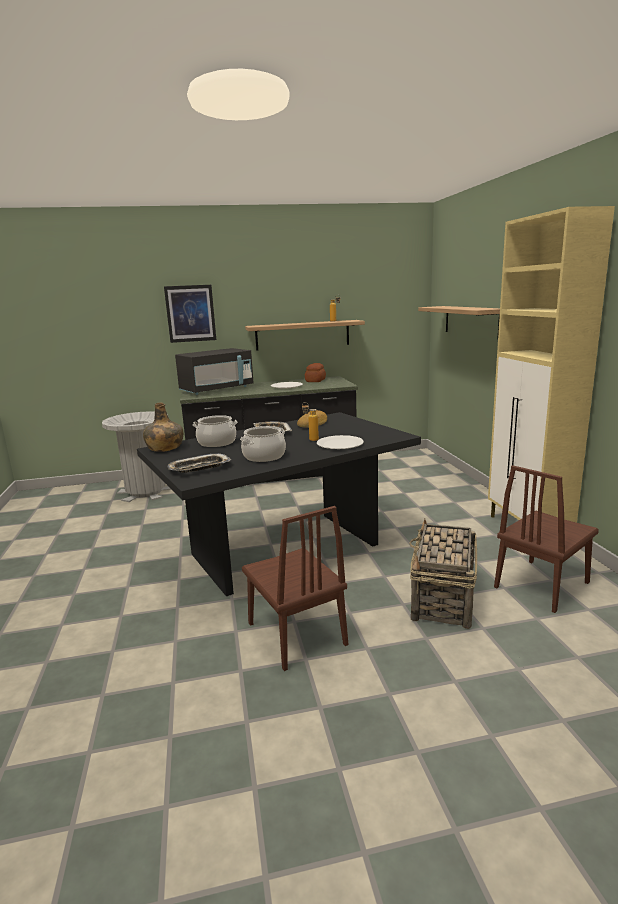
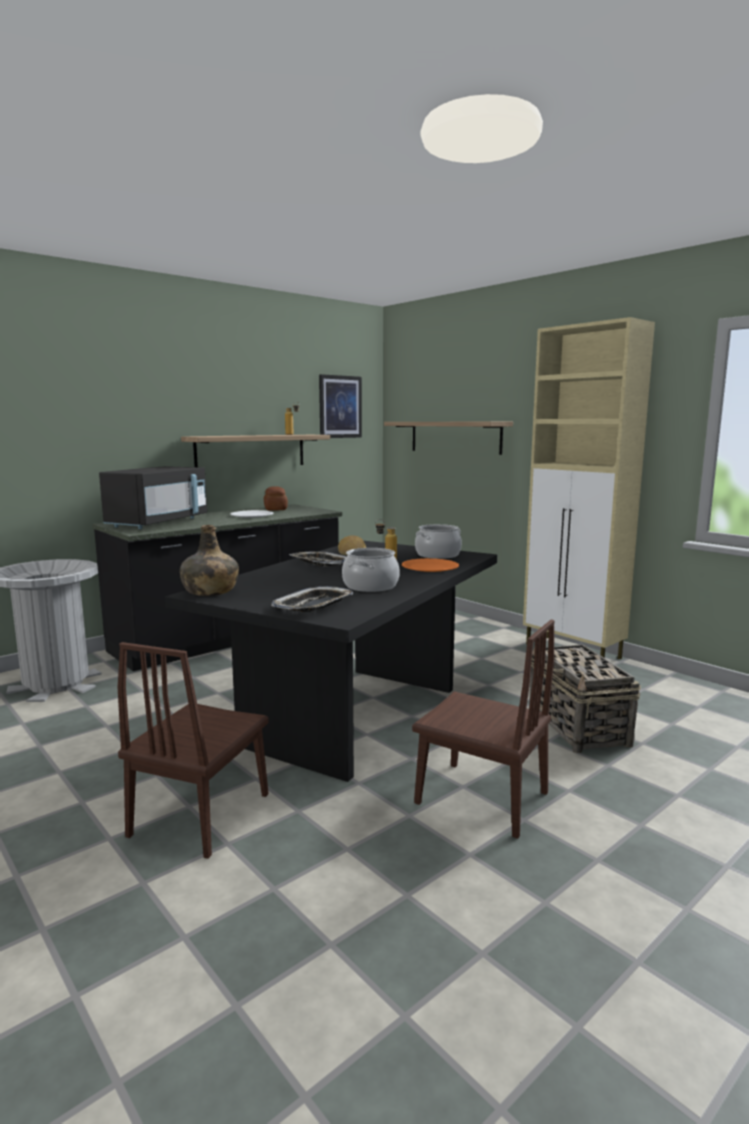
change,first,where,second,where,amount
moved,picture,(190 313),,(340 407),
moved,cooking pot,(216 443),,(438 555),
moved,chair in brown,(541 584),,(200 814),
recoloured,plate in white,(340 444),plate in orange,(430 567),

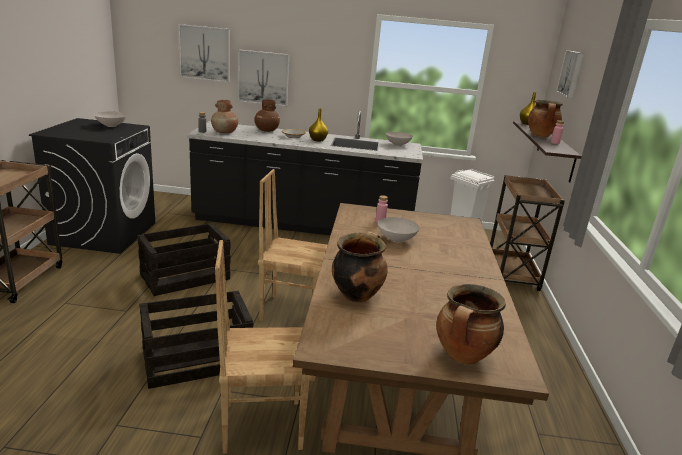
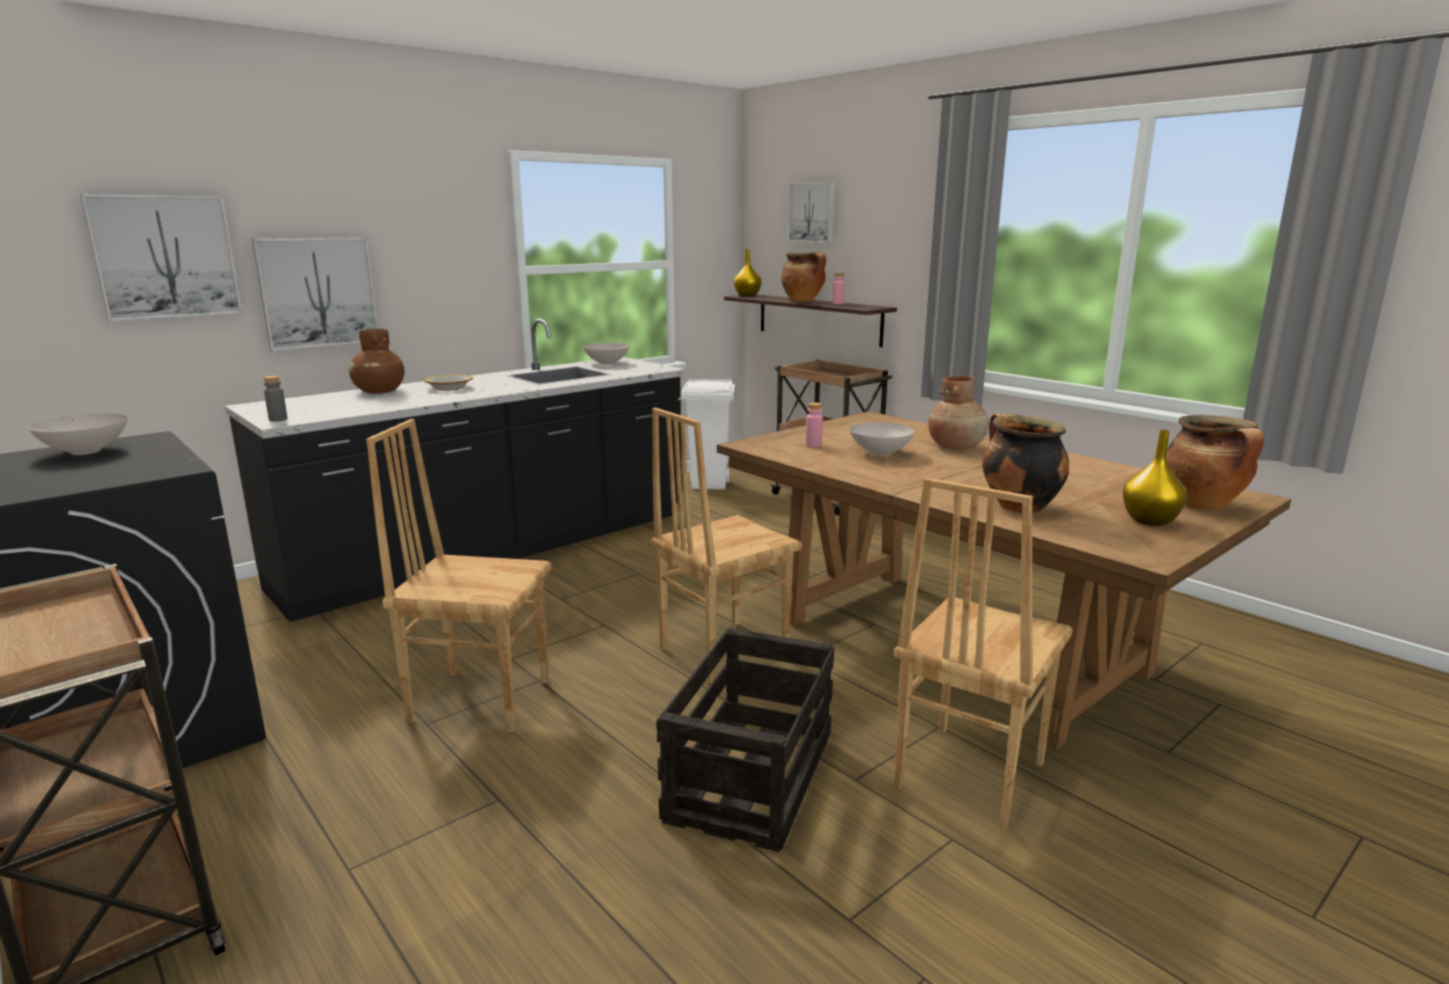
change,first,where,second,where,amount
moved,vase in brown,(224 132),,(956 447),
moved,vase in yellow,(318 140),,(1151 521),
replaced,crate,(186 277),chair in brown,(480 699),

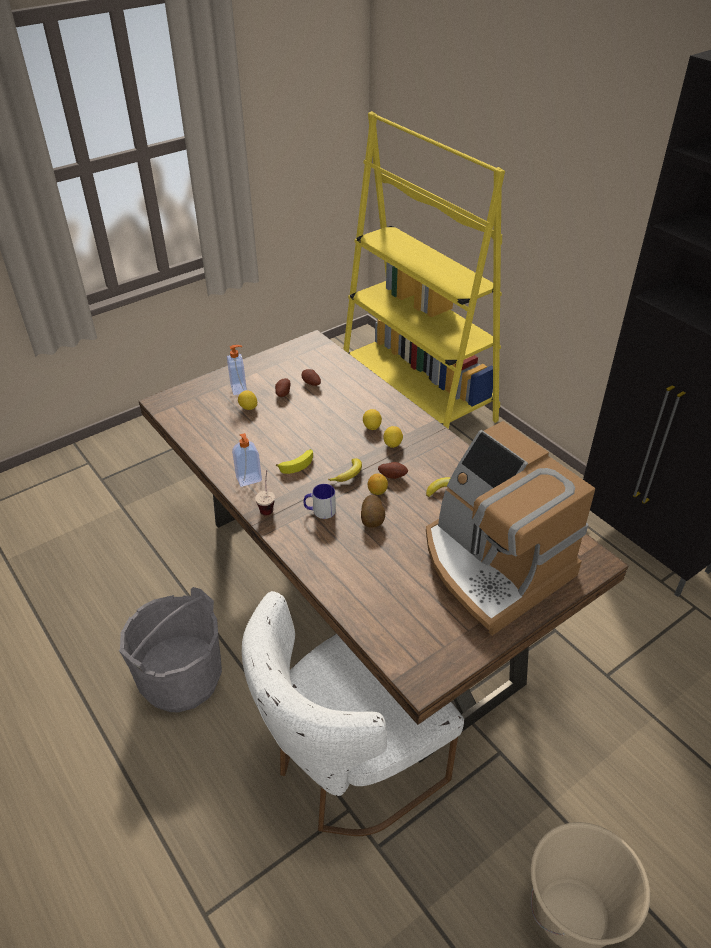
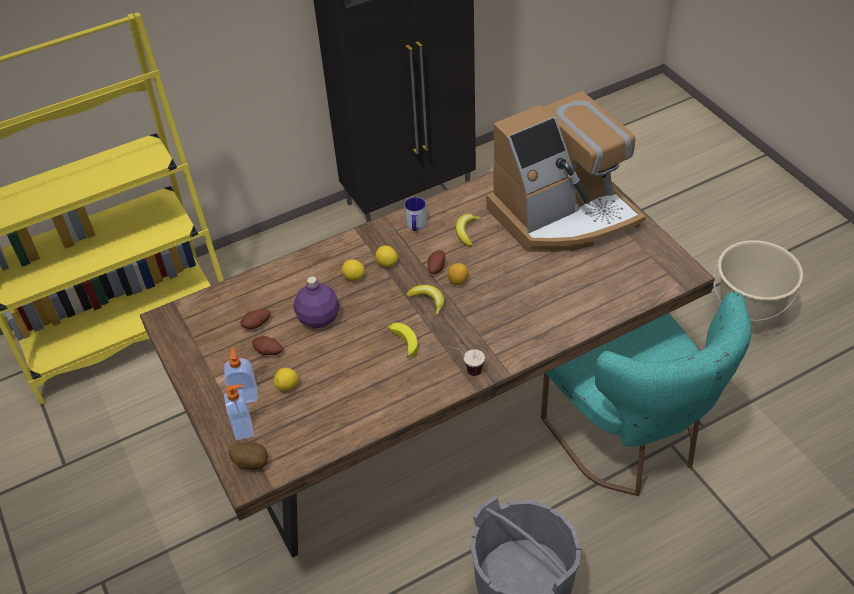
change,first,where,second,where,amount
added,,,bottle in purple,(318 317),
moved,soap dispenser,(249 480),,(244 428),
moved,mug,(320 511),,(416 226),
moved,potato,(373 521),,(252 463),
recoloured,chair in white,(349 768),chair in turquoise,(631 441),

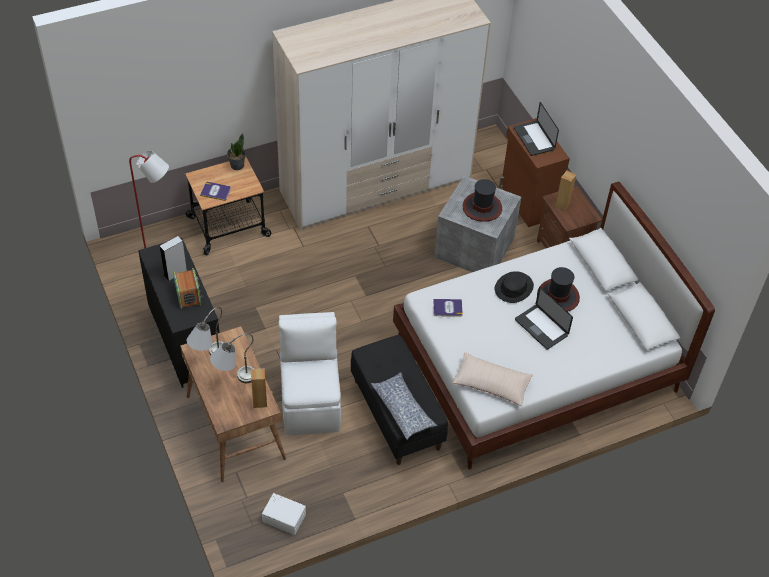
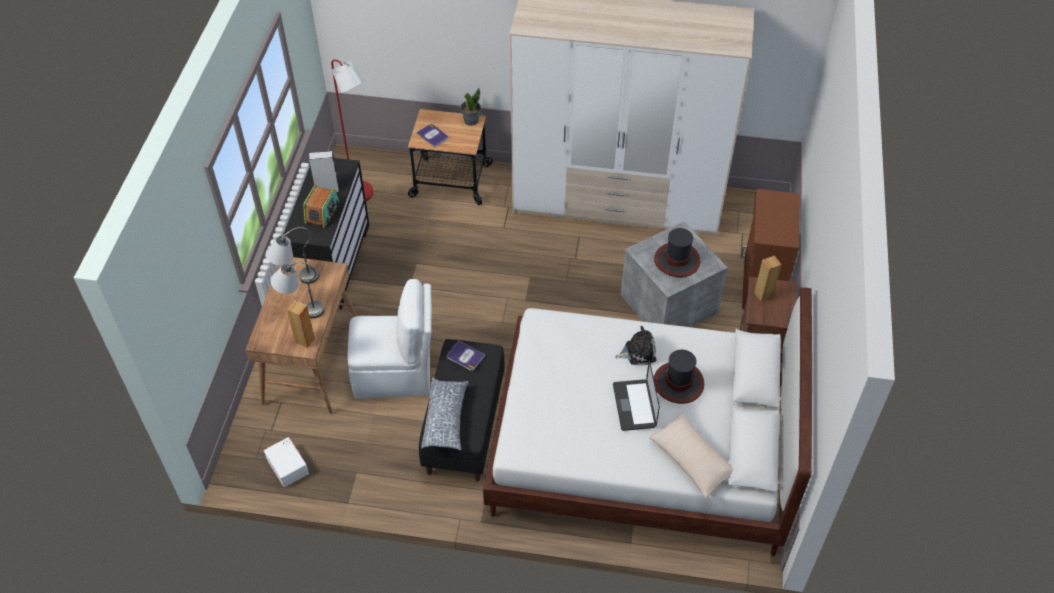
change,first,where,second,where,amount
removed,laptop,(534 139),,,
moved,book,(447 308),,(465 356),
moved,pillow in beige,(491 384),,(692 459),
replaced,hat in black,(513 288),plush toy,(638 352),
turned,chair in white,(310 402),,(395 374),60 degrees clockwise

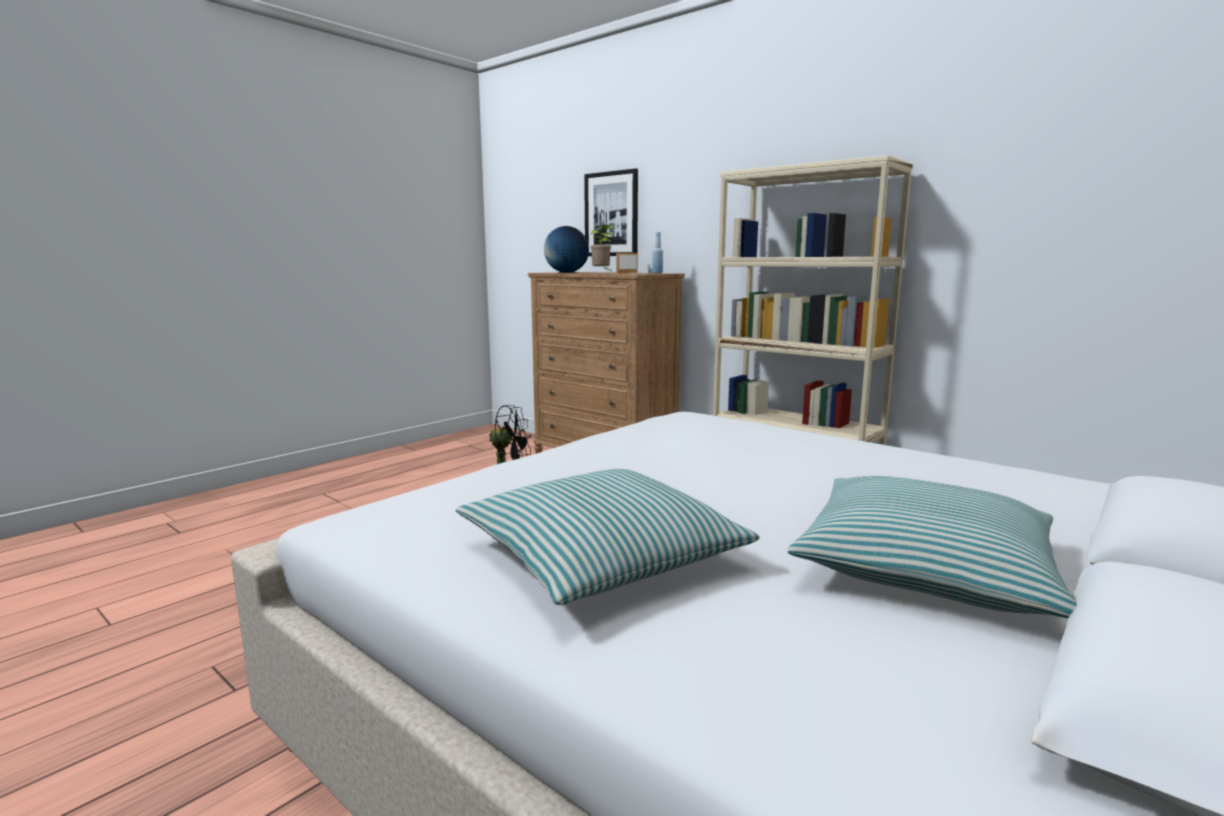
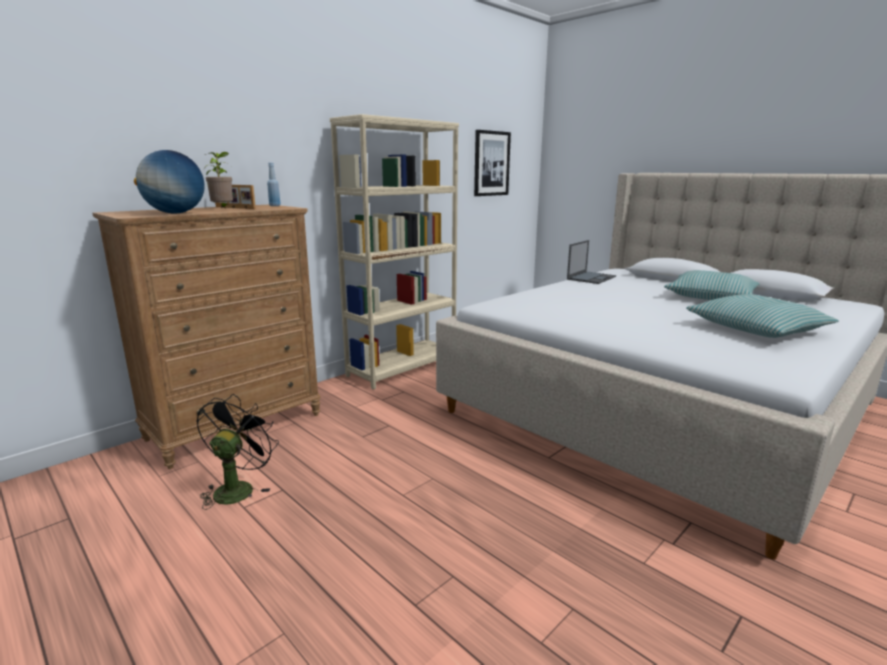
change,first,where,second,where,amount
added,,,laptop,(591 278),
moved,picture,(611 214),,(491 163),

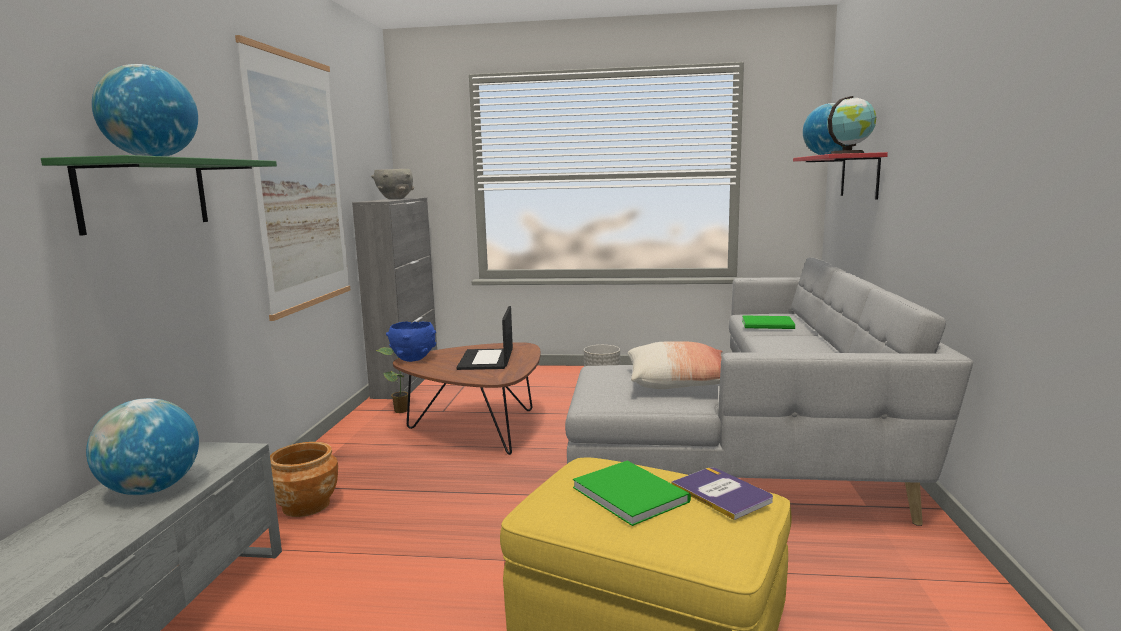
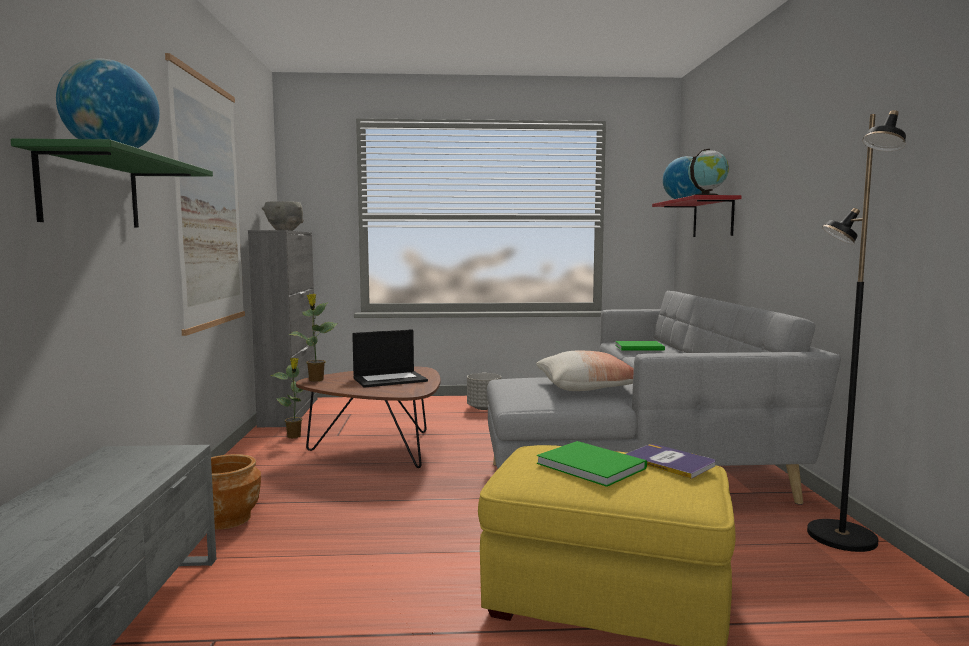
change,first,where,second,where,amount
removed,globe,(152 489),,,
added,,,floor lamp in black,(840 537),
replaced,bowl in blue,(413 359),potted plant,(316 380),
turned,laptop,(487 360),,(390 379),105 degrees counterclockwise

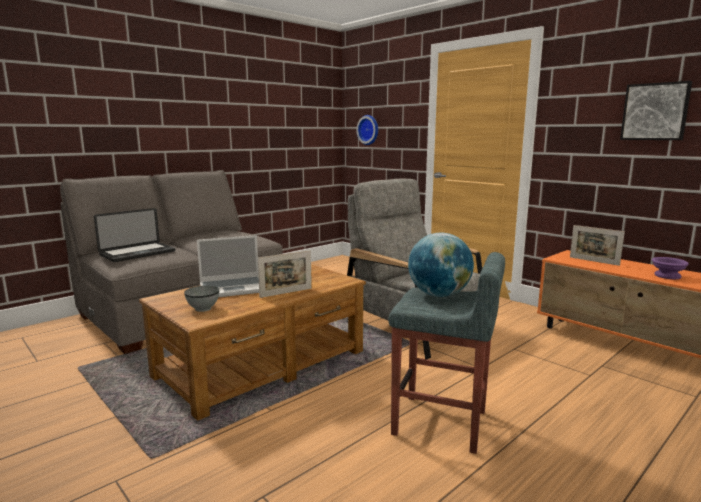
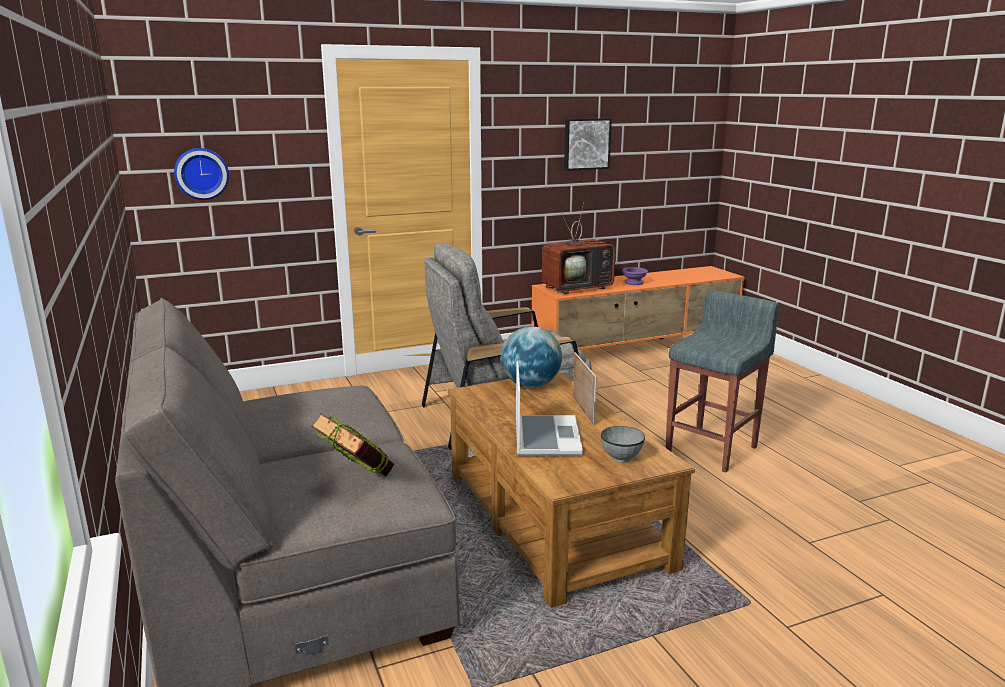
change,first,where,second,where,amount
moved,globe,(439 295),,(531 385),
replaced,laptop,(138 253),book,(356 481),
replaced,picture frame,(594 261),television,(578 287),

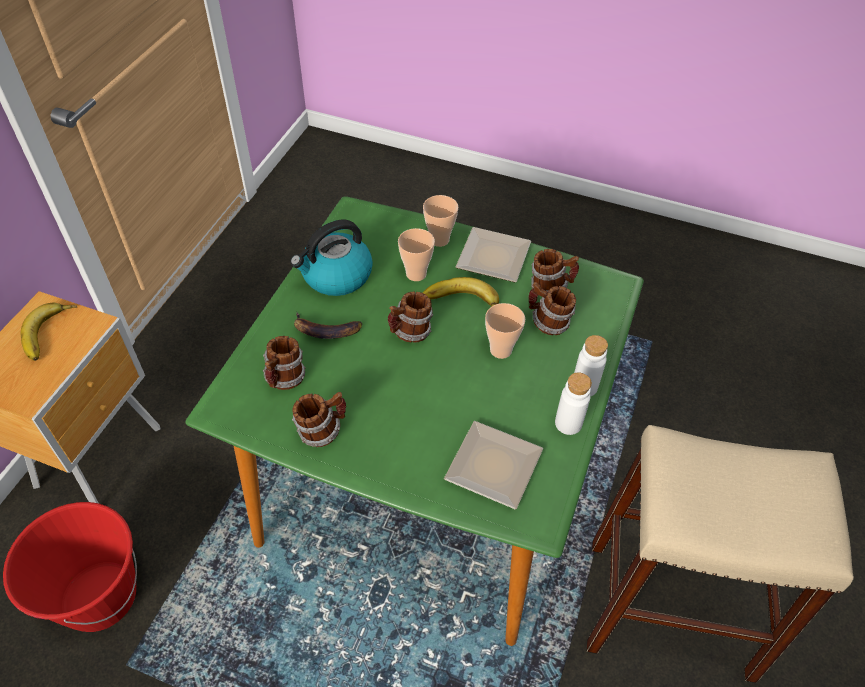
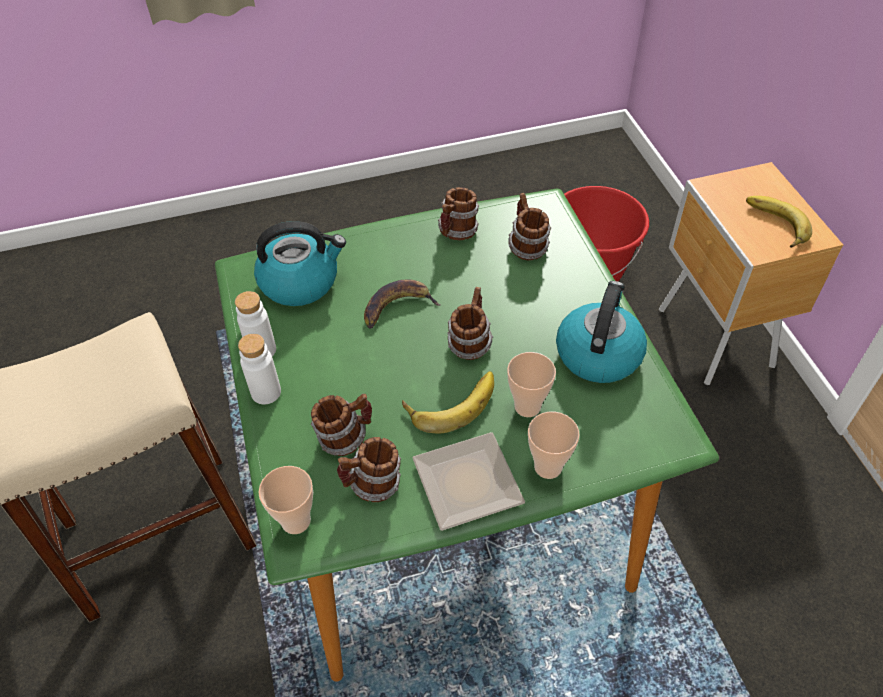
change,first,where,second,where,amount
moved,banana,(325 330),,(397 307),
moved,cup,(500 350),,(296 521),
replaced,plate,(495 470),kettle,(300 282),

